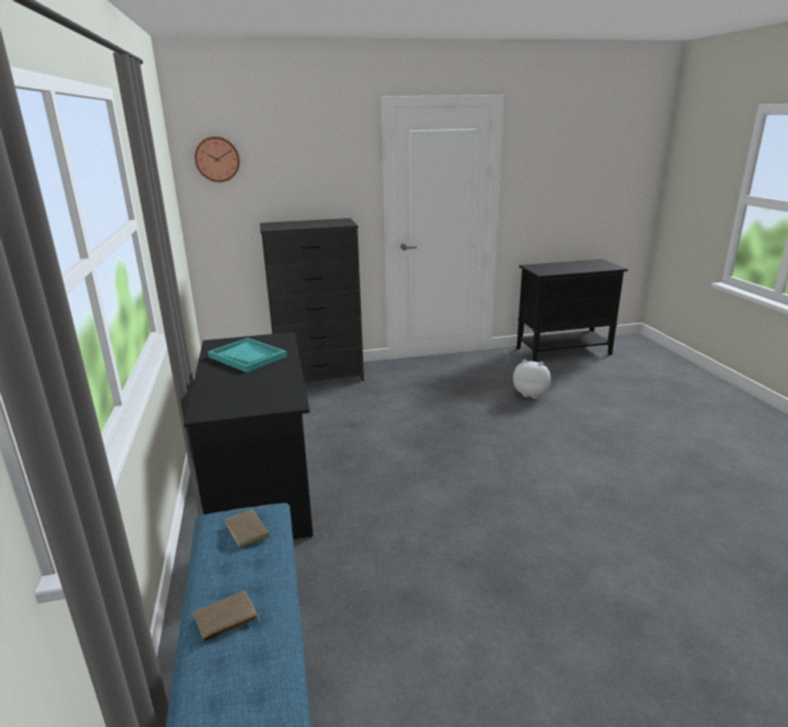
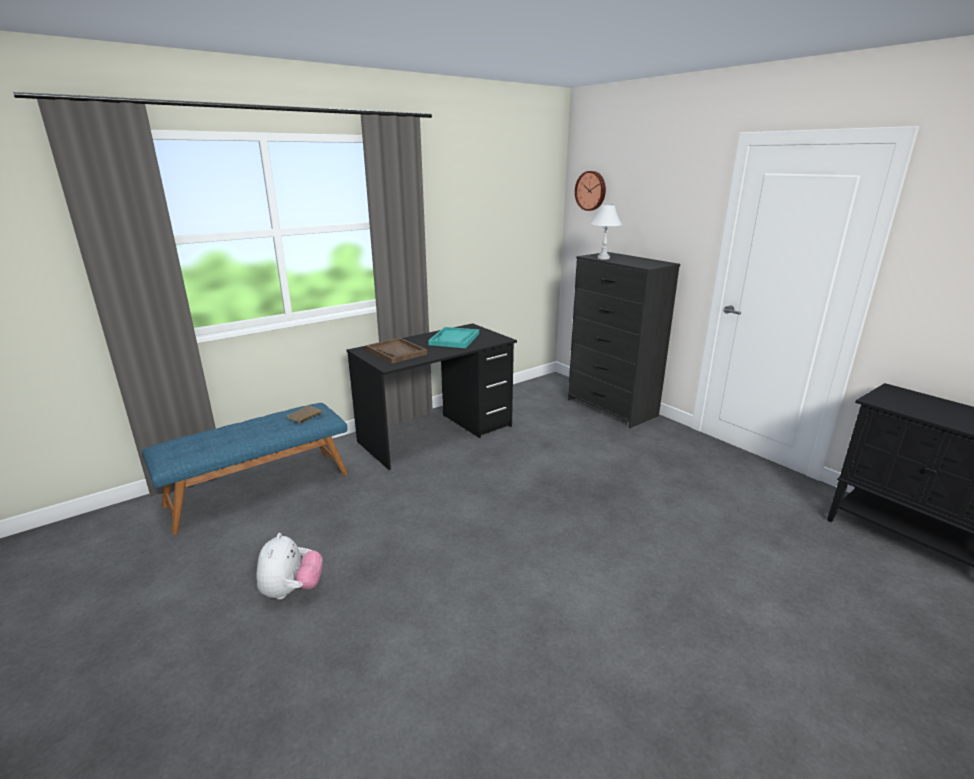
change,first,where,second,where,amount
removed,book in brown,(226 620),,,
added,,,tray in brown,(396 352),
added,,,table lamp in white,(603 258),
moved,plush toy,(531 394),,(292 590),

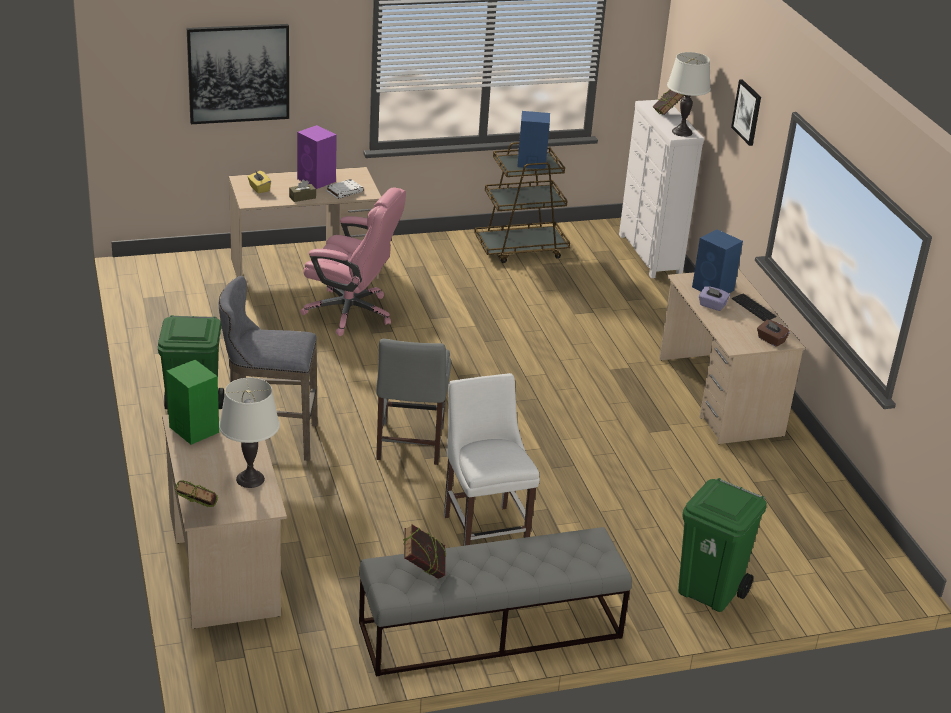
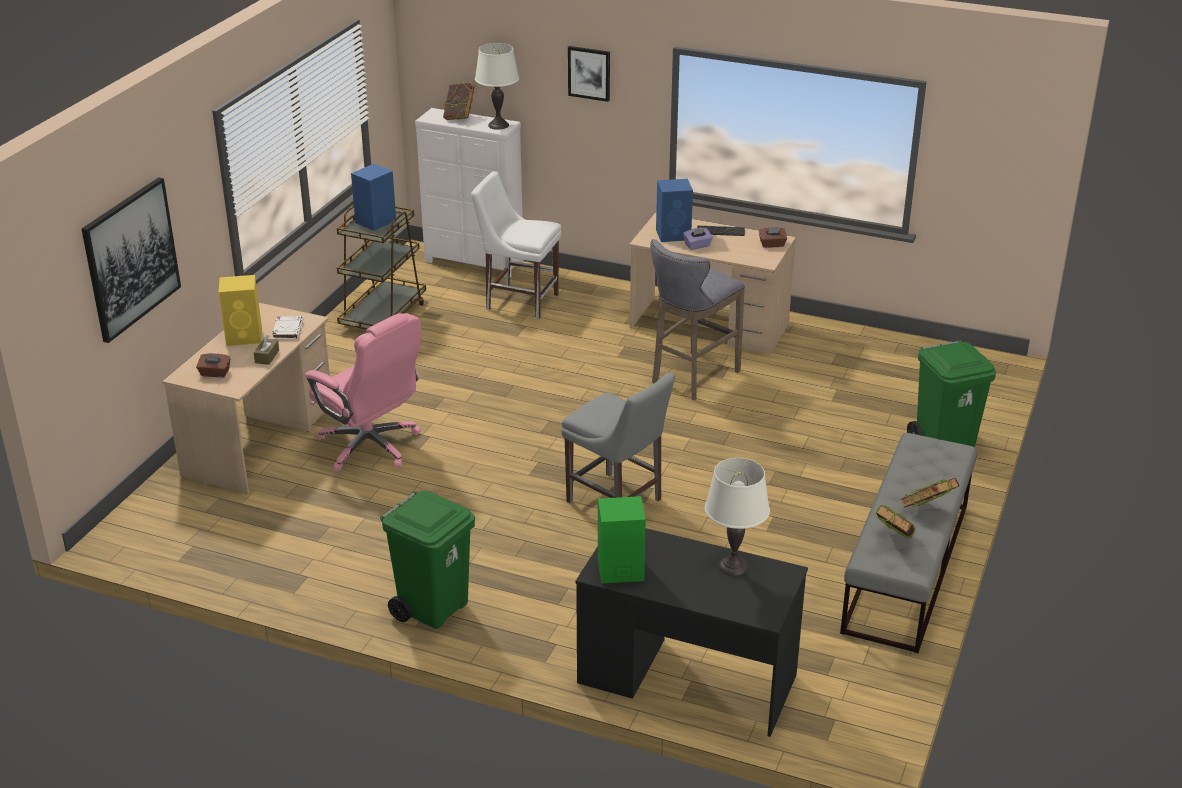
change,first,where,second,where,amount
moved,book,(197 513),,(927 512),
moved,stool in grey,(269 439),,(692 378),
moved,chair in white,(484 529),,(518 301),
recoloured,desk in beige,(223 561),desk in black,(686 679),
recoloured,tissue box in yellow,(259 188),tissue box in brown,(214 373),
recoloured,speaker in purple,(317 180),speaker in yellow,(245 337),
turned,office chair in pink,(351 313),,(371 446),75 degrees clockwise

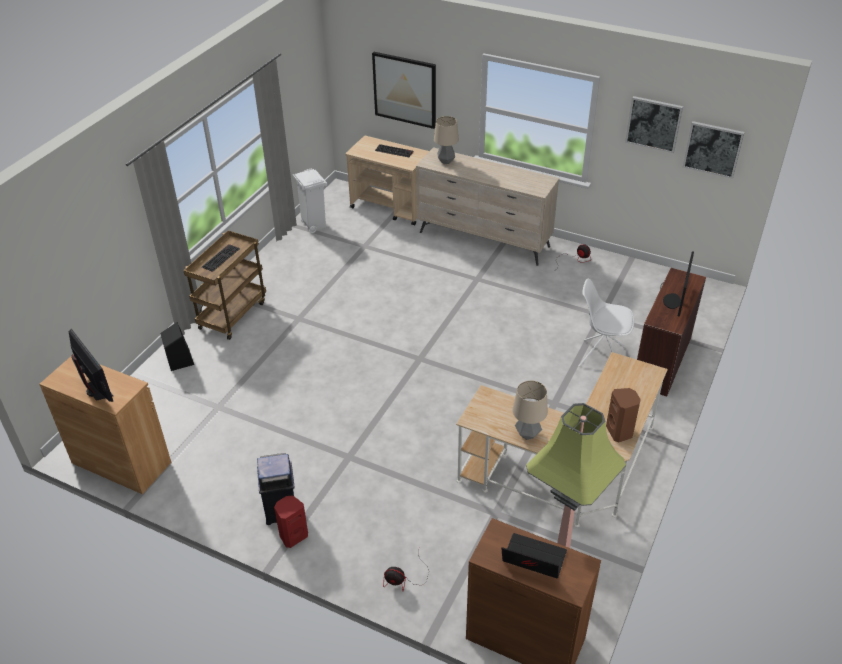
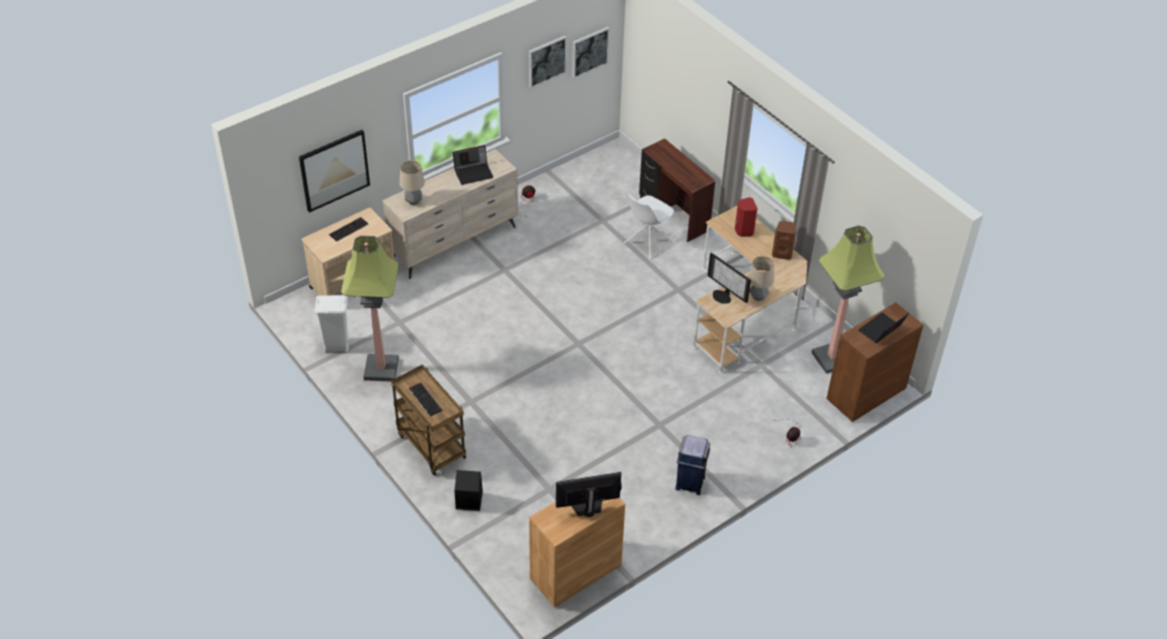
change,first,where,second,where,amount
added,,,floor lamp,(381 369),
added,,,laptop,(473 173),
moved,speaker in red,(293 536),,(743 231),
moved,monitor,(675 302),,(723 296),

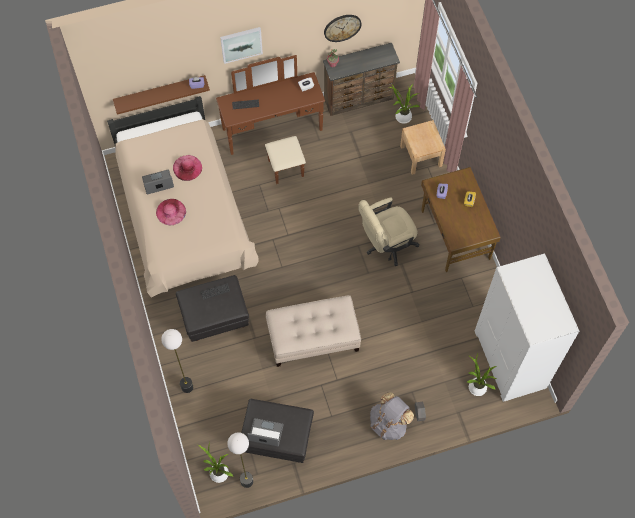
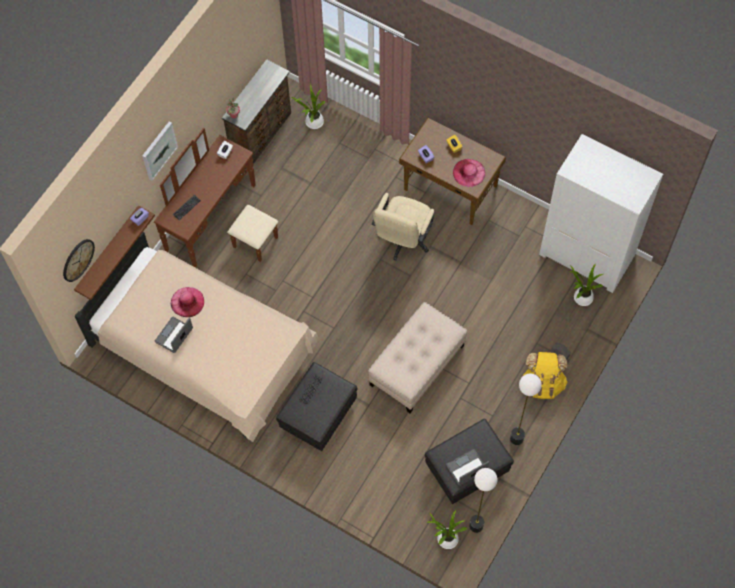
change,first,where,second,where,amount
removed,nightstand in beige,(421 156),,,
moved,hat in pink,(171 212),,(469 172),
moved,floor lamp,(187 387),,(517 438),
moved,wall clock,(342 27),,(78 260),
recoloured,backpack in grey,(389 423),backpack in yellow,(543 383),

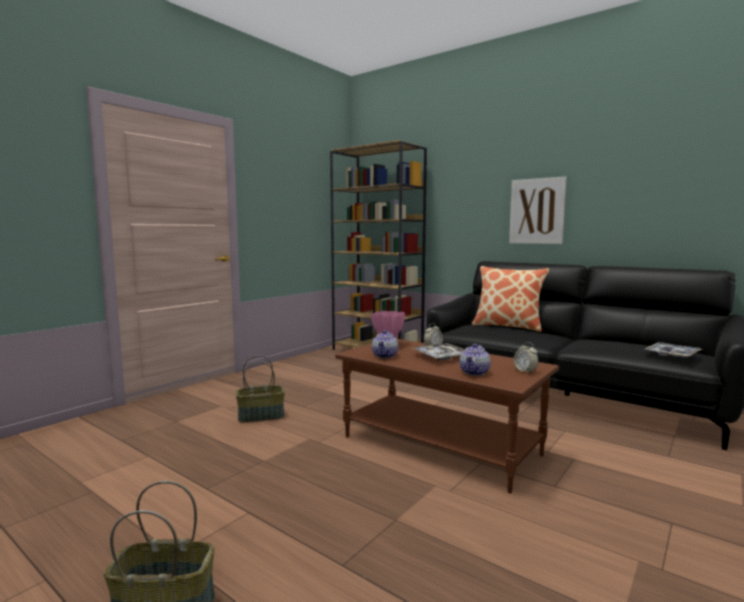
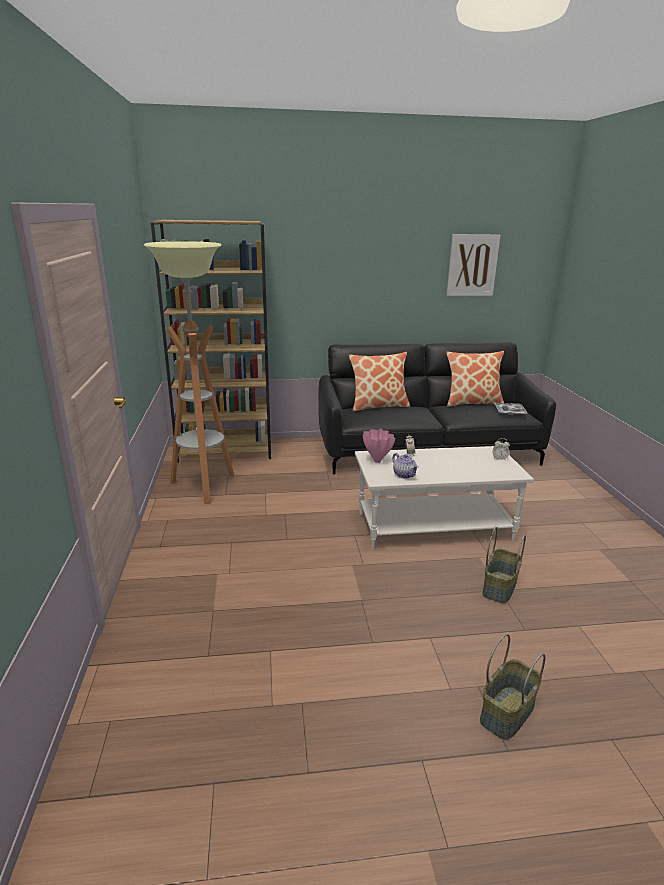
change,first,where,second,where,amount
removed,tray,(441 357),,,
removed,teapot,(474 372),,,
added,,,floor lamp,(204 486),
added,,,pillow,(472 402),
moved,basket,(261 416),,(499 587),
moved,picture,(537 211),,(472 265),
recoloured,coffee table in brown,(441 445),coffee table in white,(434 526),

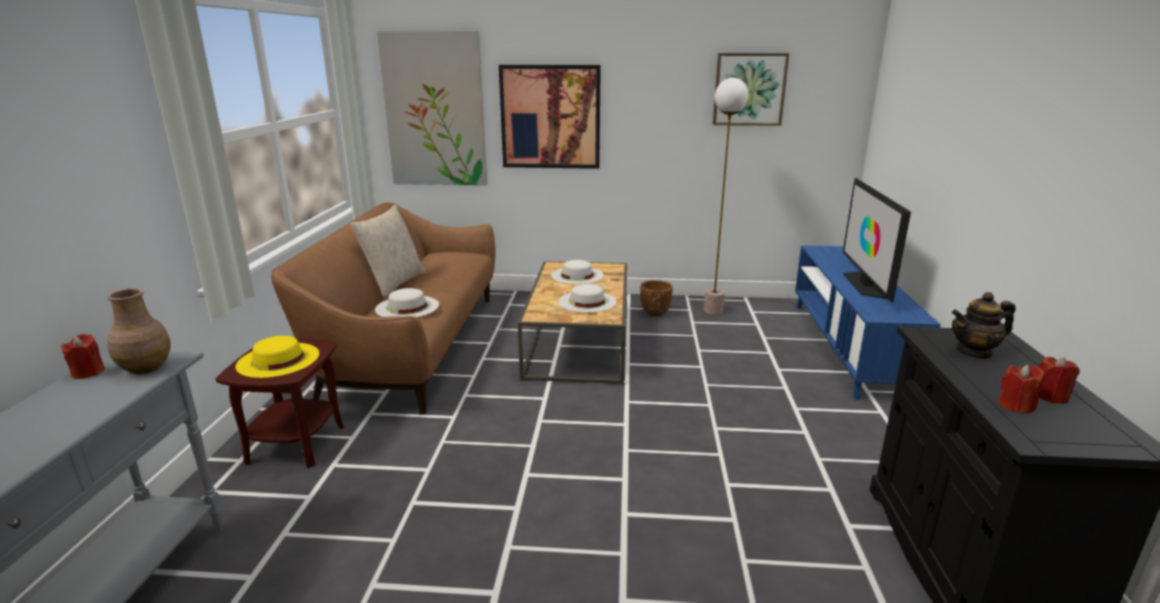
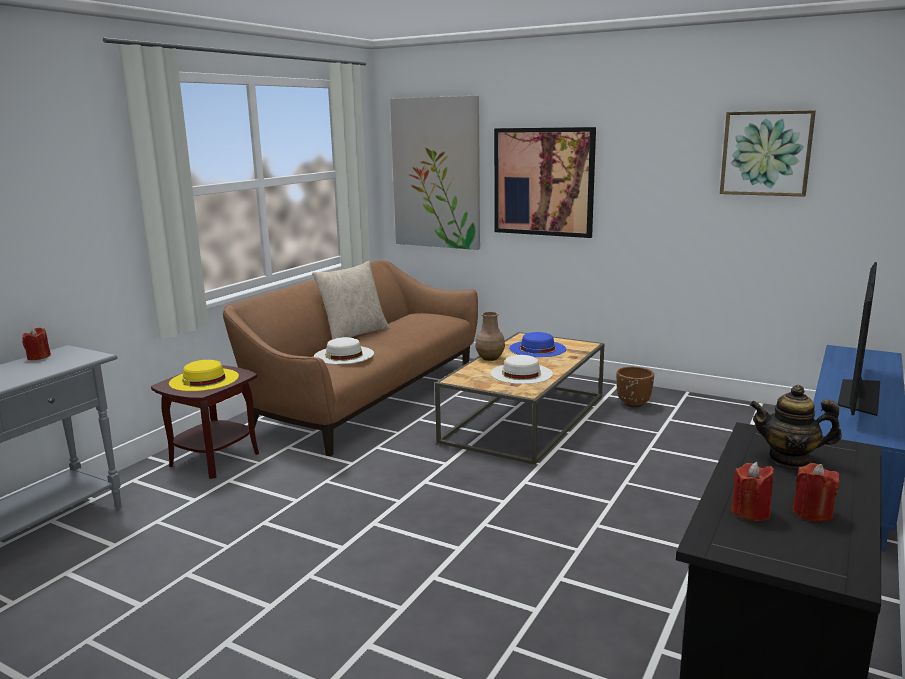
change,first,where,second,where,amount
removed,floor lamp,(712 311),,,
moved,vase in brown,(145 368),,(489 358),
recoloured,hat in white,(577 275),hat in blue,(537 348),

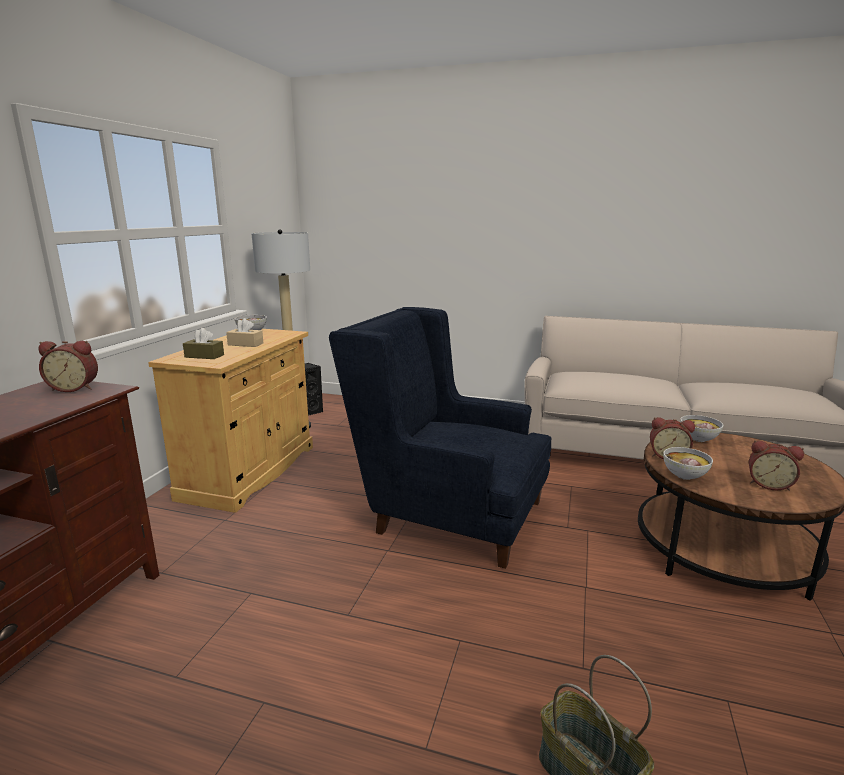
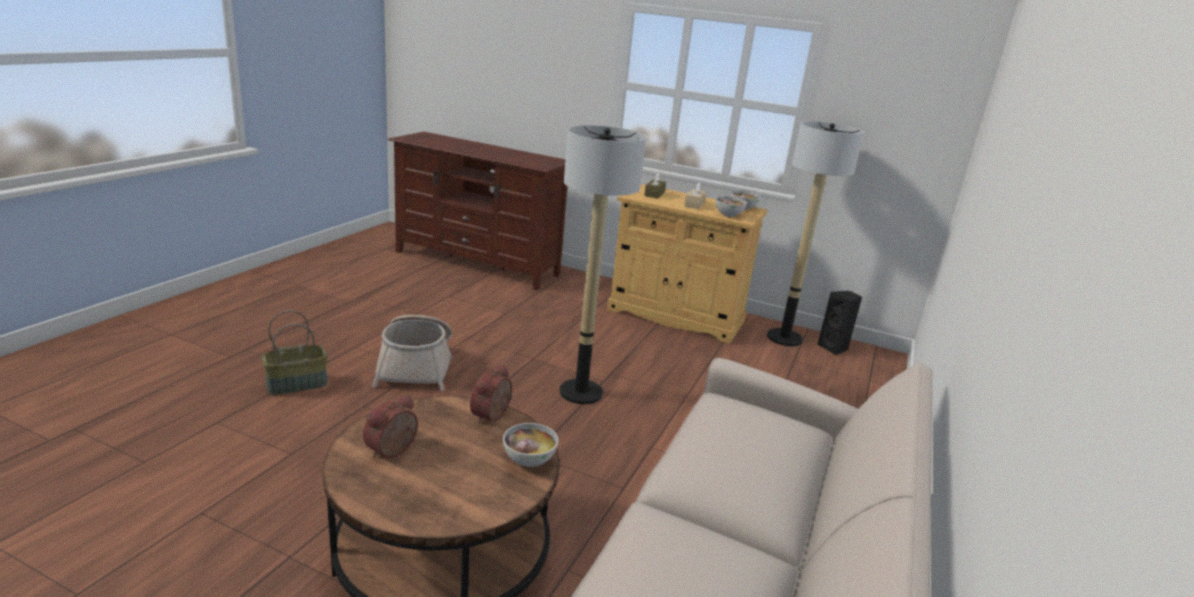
change,first,where,second,where,amount
removed,alarm clock,(75 388),,,
added,,,basket,(416 366),
moved,bowl,(684 476),,(728 215),
replaced,armchair in blue,(447 513),floor lamp,(581 392),

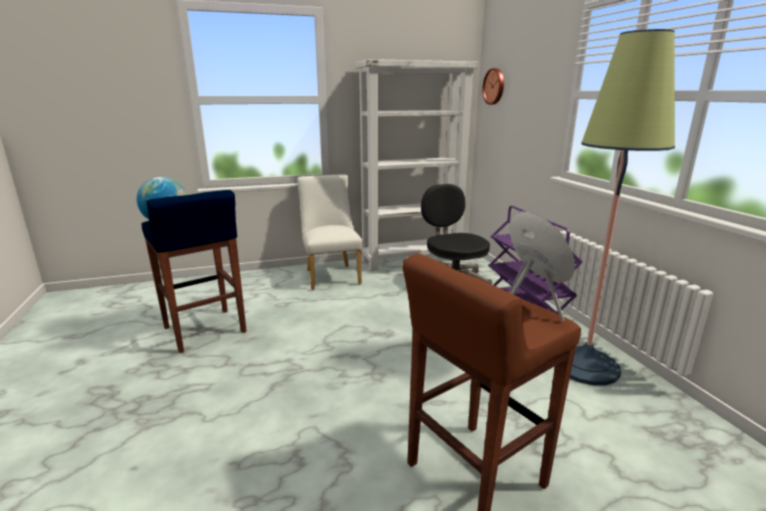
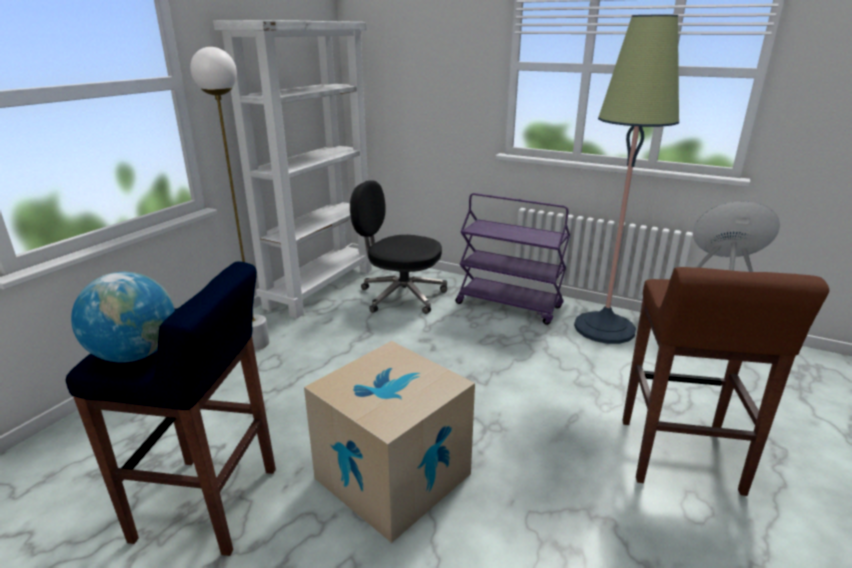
change,first,where,second,where,amount
removed,wall clock,(494 86),,,
added,,,cardboard box,(393 476),
replaced,chair in white,(331 275),floor lamp in white,(256 343),

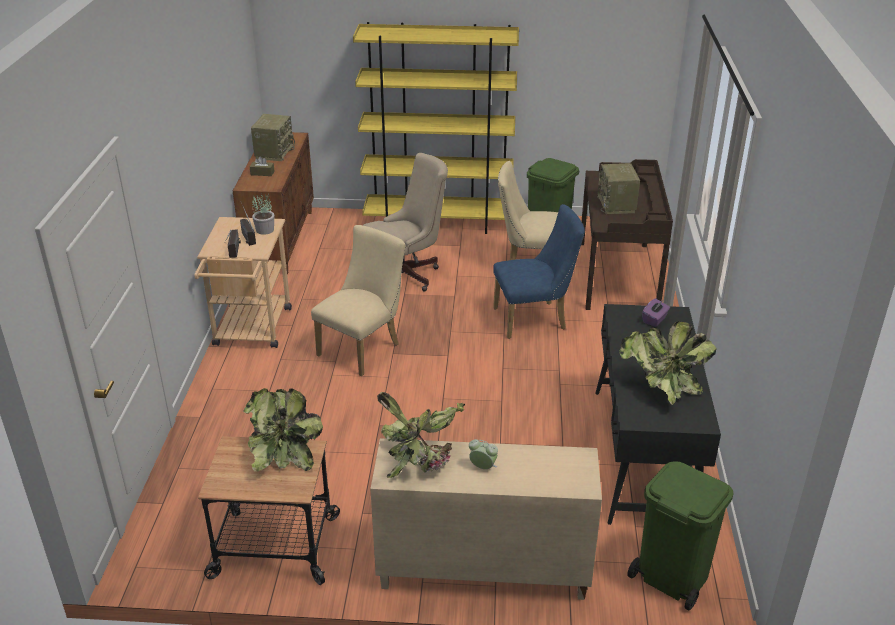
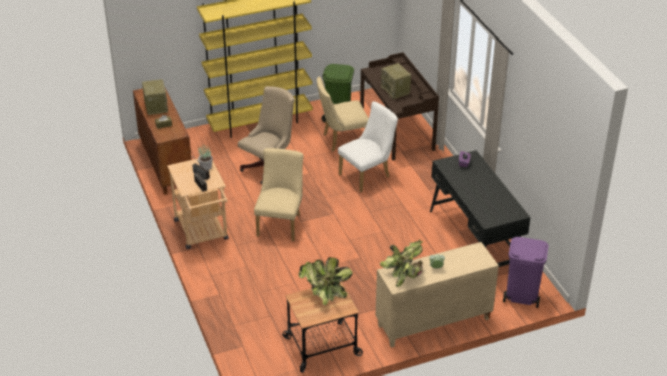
change,first,where,second,where,amount
removed,potted plant,(661 388),,,
recoloured,chair in blue,(535 319),chair in white,(368 175),
recoloured,trash can in green,(671 576),trash can in purple,(521 295),

